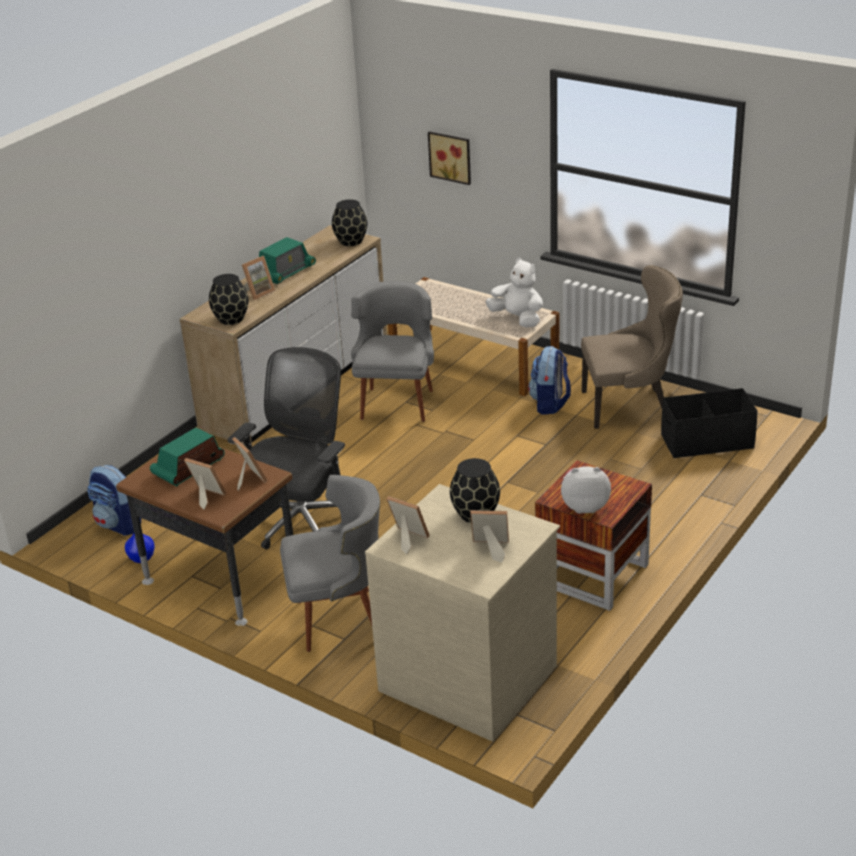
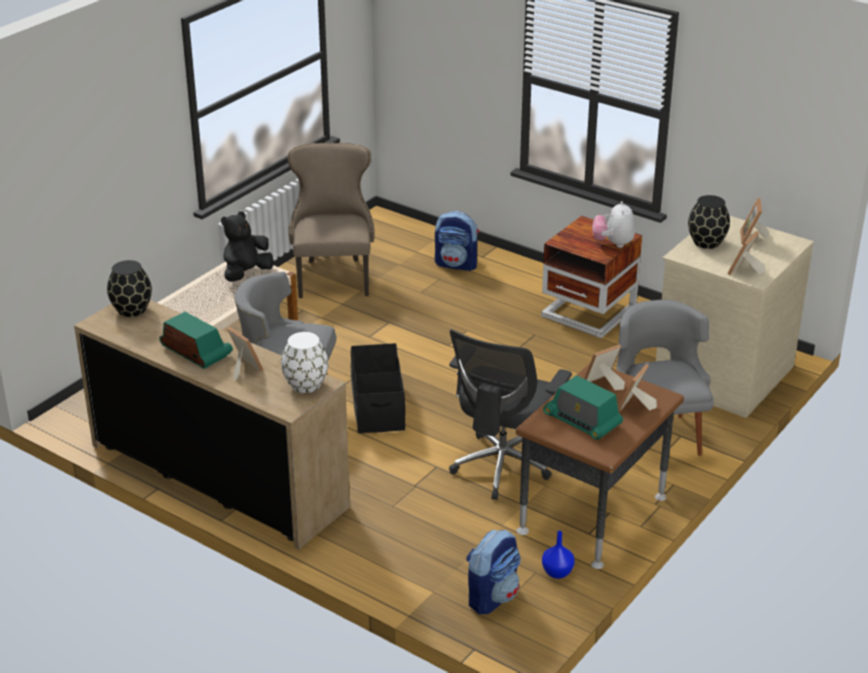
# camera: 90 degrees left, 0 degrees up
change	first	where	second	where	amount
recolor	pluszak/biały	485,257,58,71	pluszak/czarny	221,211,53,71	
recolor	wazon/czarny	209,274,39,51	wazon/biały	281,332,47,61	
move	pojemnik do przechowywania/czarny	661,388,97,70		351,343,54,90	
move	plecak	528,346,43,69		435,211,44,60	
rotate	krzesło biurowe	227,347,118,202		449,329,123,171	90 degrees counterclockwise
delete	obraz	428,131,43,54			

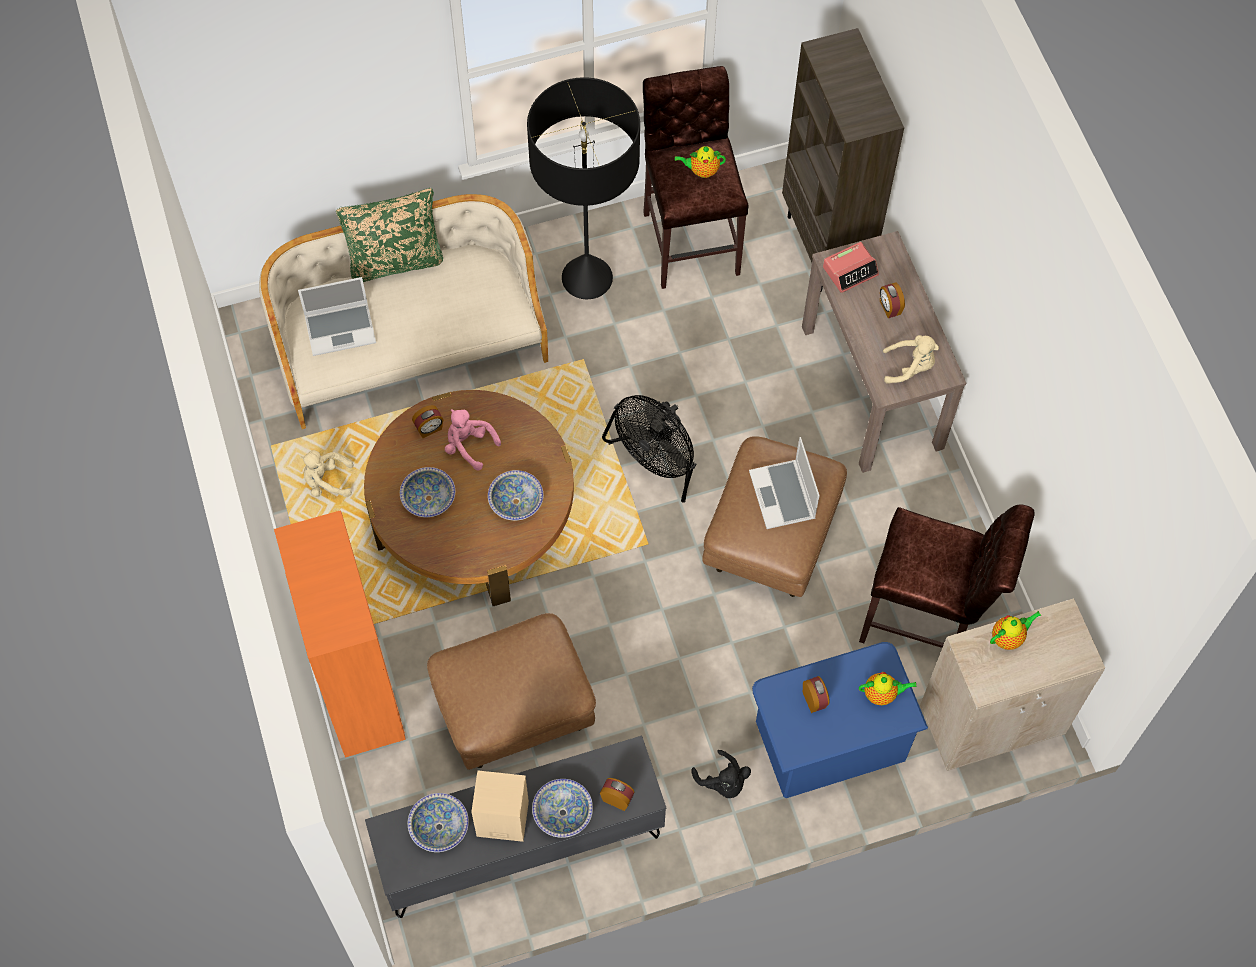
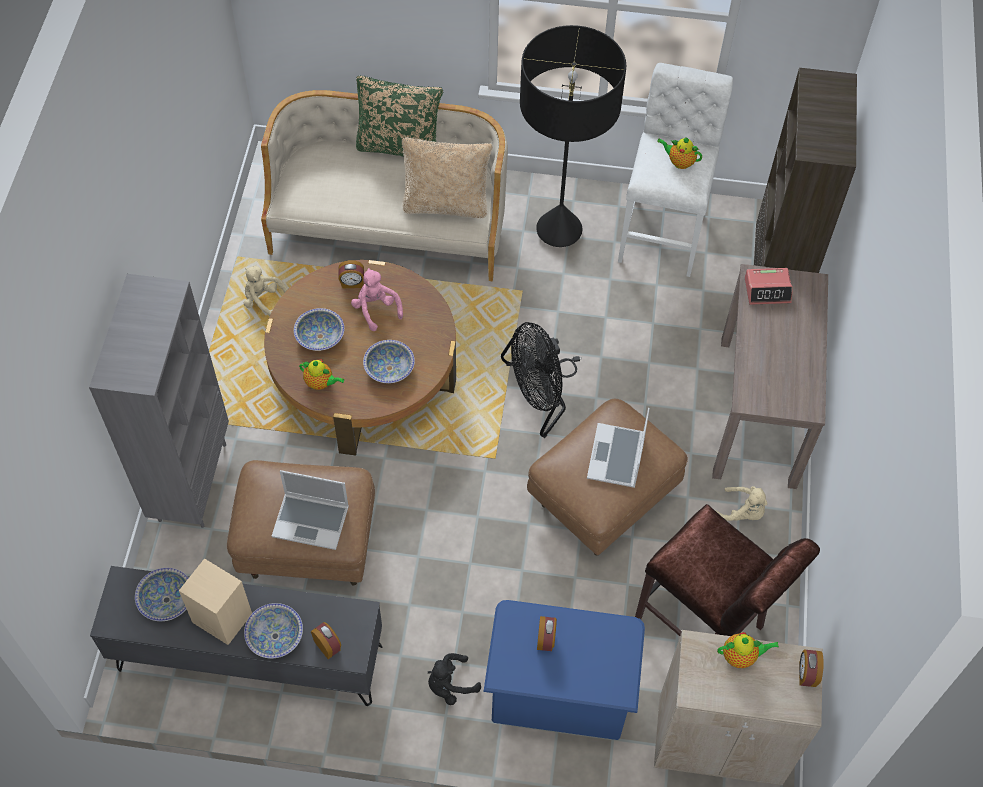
# camera: 25 degrees right, 5 degrees down
change	first	where	second	where	amount
recolor	regał/pomarańczowy	274,511,132,247	regał/szary	89,274,140,254	
move	laptop	298,277,78,79		272,470,77,80	
move	imbryk	859,672,58,33		299,359,45,31	
insert			poduszka/beżowy	402,138,91,81	
rotate	pluszak/czarny	691,750,60,48		428,653,53,52	75 degrees clockwise
recolor	stołek/brązowy	643,66,106,223	stołek/biały	618,63,115,214	
move	pluszak/beżowy	883,335,56,49		716,486,52,35	
move	budzik	880,283,25,35		799,650,25,37	

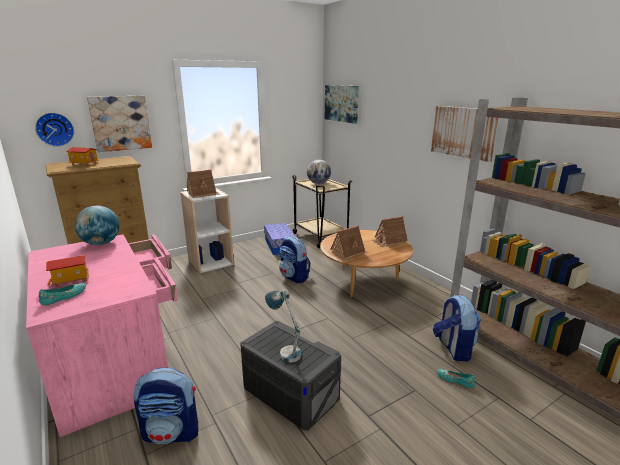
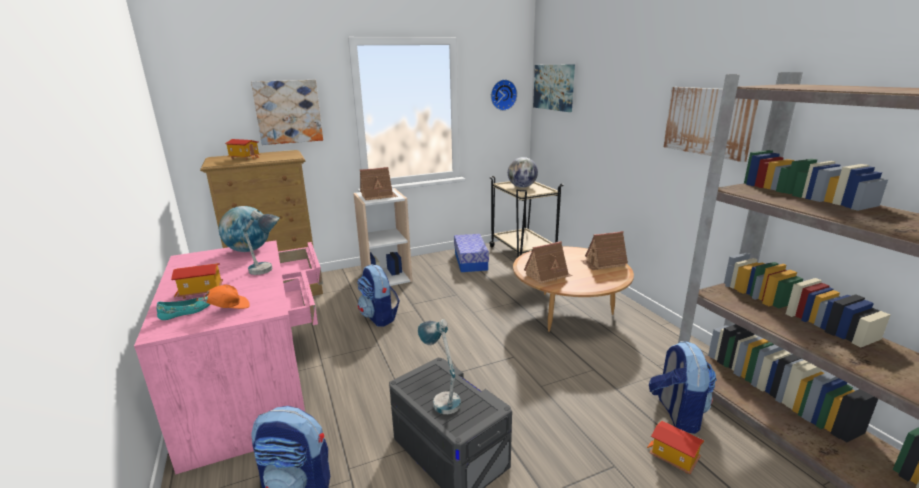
# camera: 10 degrees right, 0 degrees up
change	first	where	second	where	amount
insert			czapka z daszkiem/pomarańczowy	196,285,54,24	
insert			lampa stołowa	243,210,37,65	
move	plecak	279,236,31,47		357,264,43,63	
move	zegar ścienny	35,113,39,34		491,79,26,32	
replace	but/turkusowy	437,369,38,19	domek	647,421,57,53	

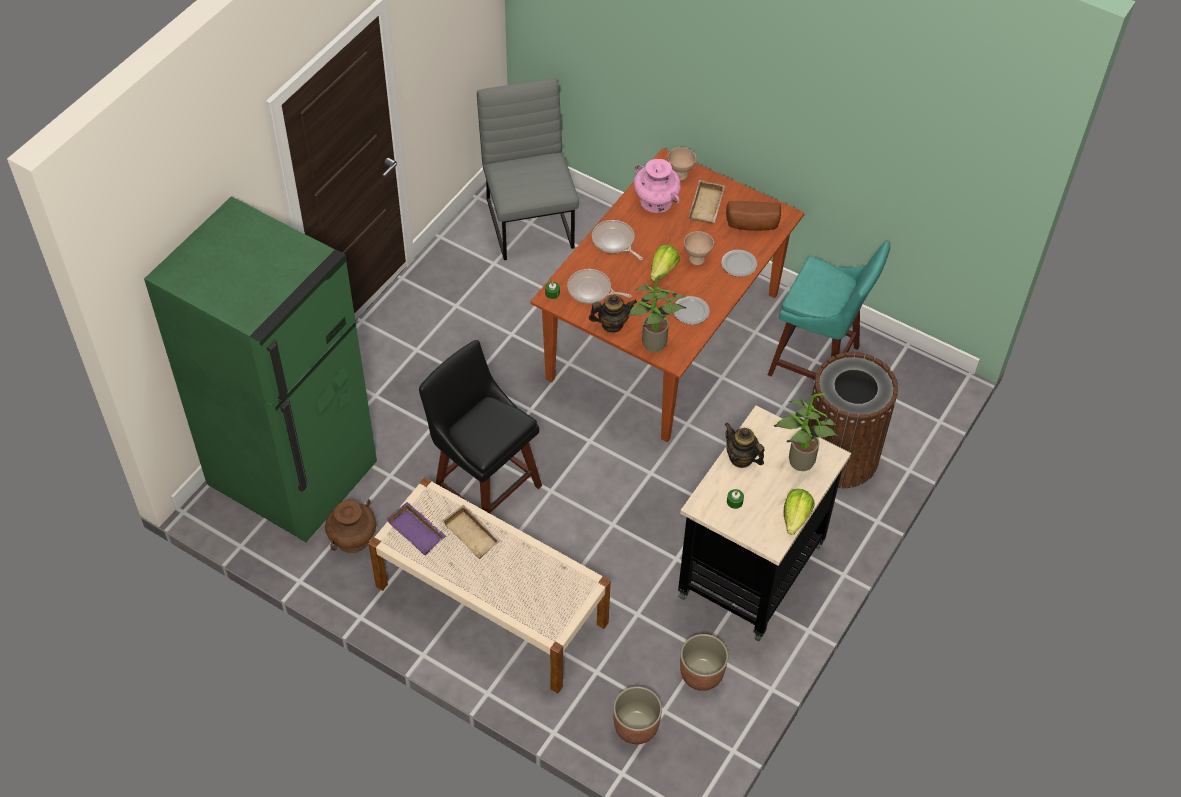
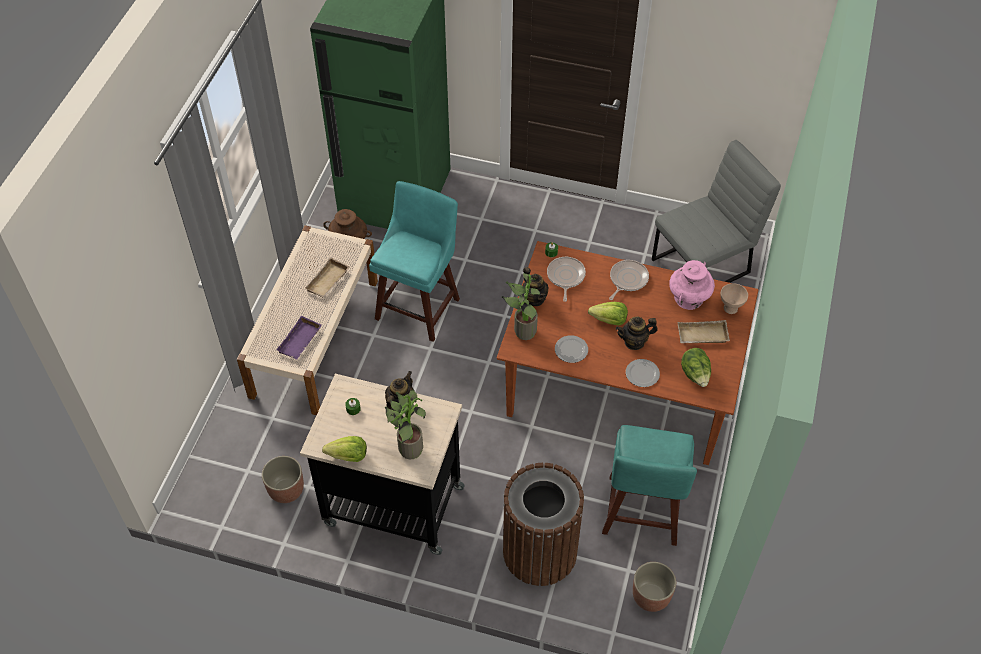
# camera: 75 degrees right, 0 degrees up
change	first	where	second	where	amount
move	taca/fioletowy	385,502,61,53		276,316,46,43	
recolor	krzesło/czarny	419,340,123,173	krzesło/turkusowy	369,181,91,161	
replace	miska/beżowy	684,231,30,34	imbryk	616,316,42,34	
move	donica	613,686,49,58		633,562,43,50	
replace	chleb	726,201,55,30	sałata	681,348,30,39	

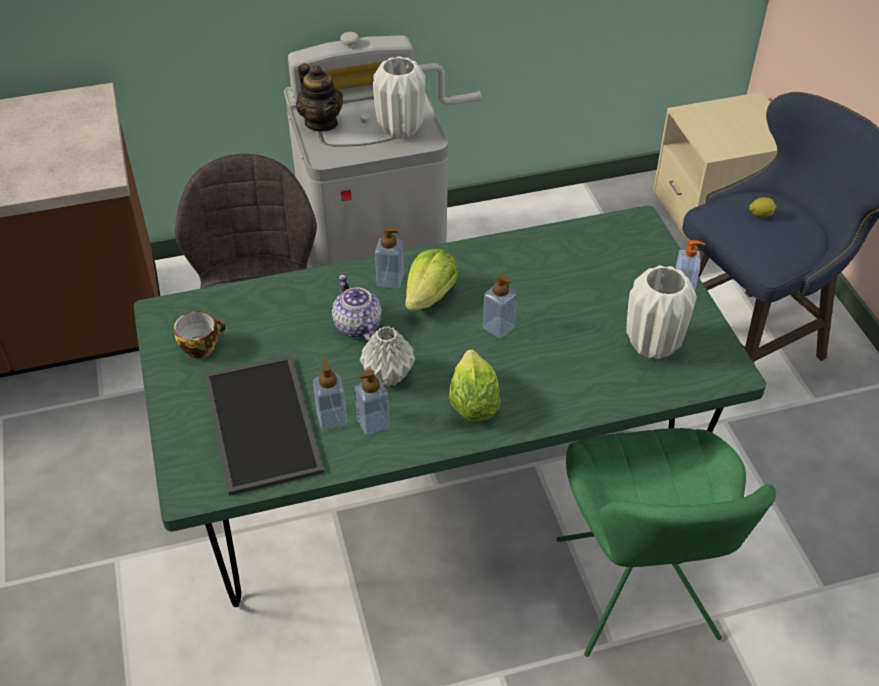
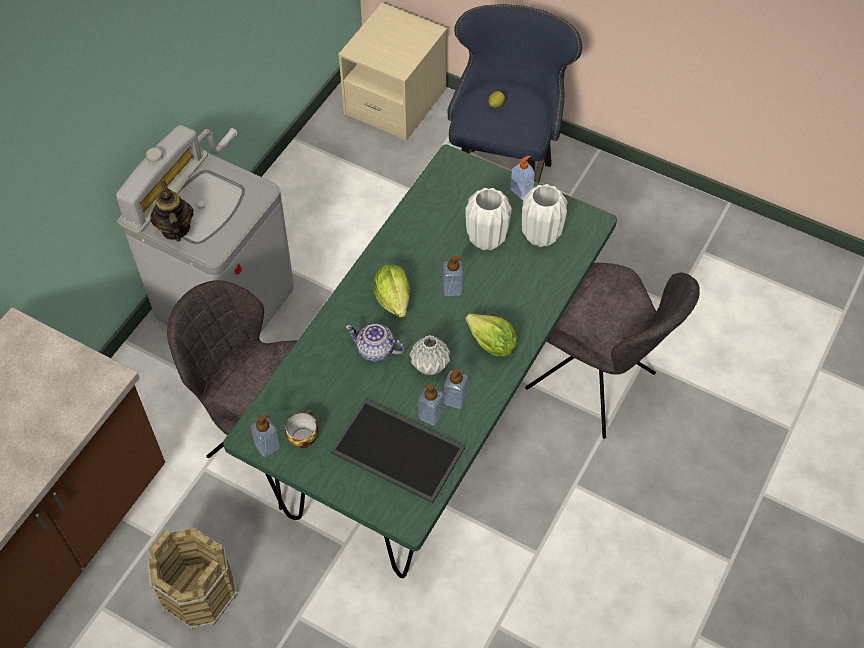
# camera: 45 degrees left, 10 degrees up
change	first	where	second	where	amount
insert			wiadro/brązowy	148,528,89,102	
rotate	imbryk	296,63,47,69		150,180,44,62	120 degrees counterclockwise
move	dozownik mydła	375,227,29,62		250,414,30,43	
move	wazon/biały	373,56,52,83		465,188,47,62	
recolor	krzesło/zielony	556,428,220,229	krzesło/szary	525,263,175,176	

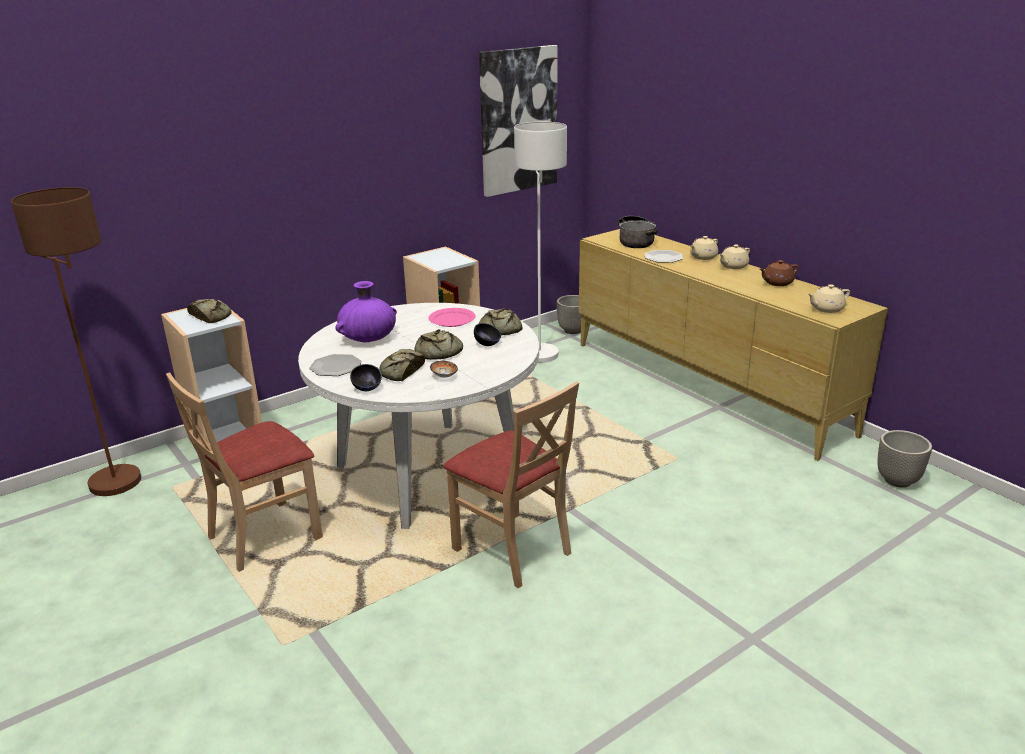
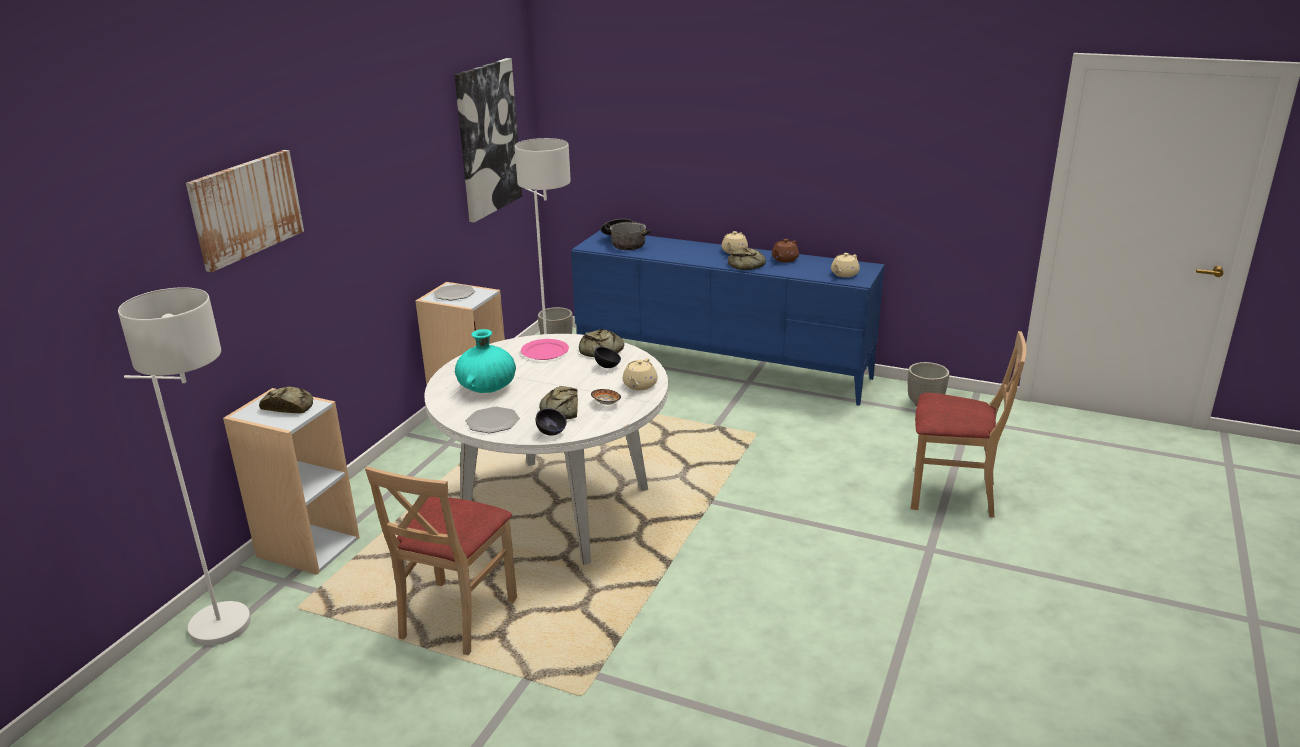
# camera: 30 degrees left, 0 degrees up
change	first	where	second	where	amount
recolor	lampa stojąca/brązowy	11,187,130,309	lampa stojąca/biały	118,287,133,359	
insert			obraz	186,150,118,122	
move	talerz	645,250,38,13		433,284,42,16	
recolor	wazon/fioletowy	335,281,62,61	wazon/turkusowy	455,329,61,64	
recolor	szafka/beżowy	579,229,309,232	szafka/niebieski	571,230,314,176	
move	imbryk/beżowy	690,236,28,24		623,358,35,32	
move	chleb	415,329,48,31		728,248,38,22	
move	krzesło/beżowy	444,381,135,207		911,331,115,187	

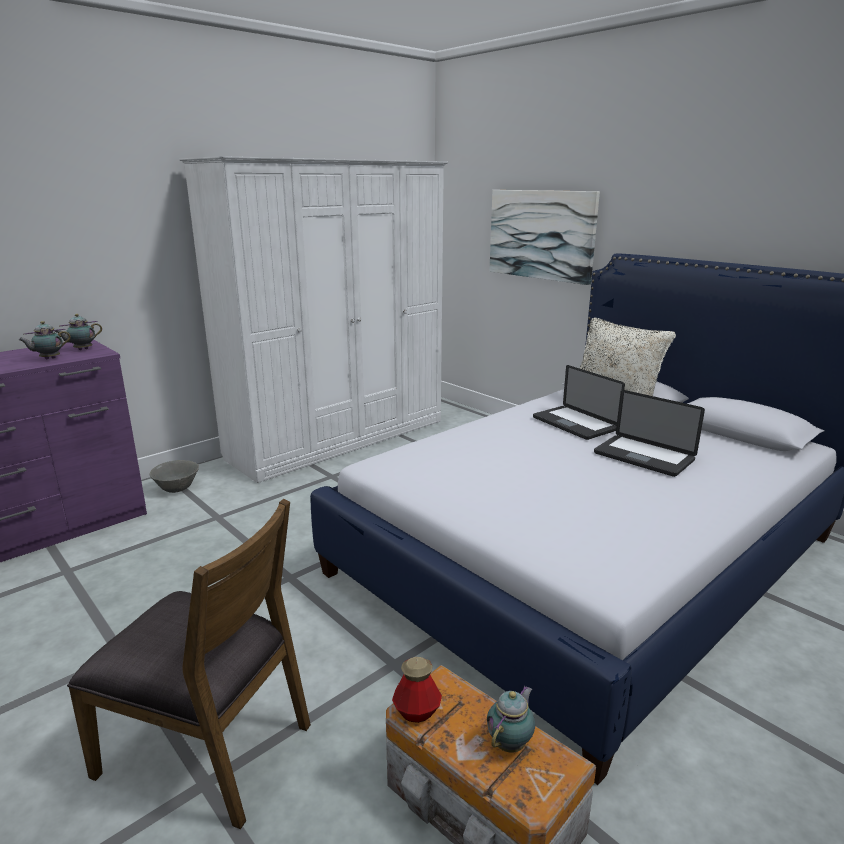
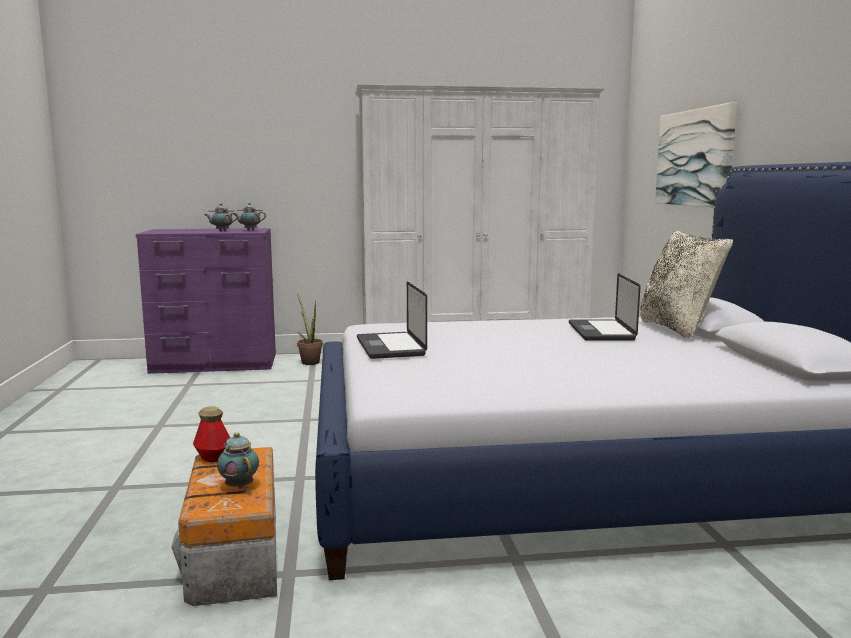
# camera: 35 degrees right, 10 degrees down
change	first	where	second	where	amount
rotate	imbryk	487,685,48,68		217,432,42,57	105 degrees counterclockwise
replace	miska/szary	150,460,49,33	roślina doniczkowa	297,294,26,71	
move	laptop	594,390,111,87		357,281,70,78	
delete	krzesło/brązowy	67,499,244,330			

